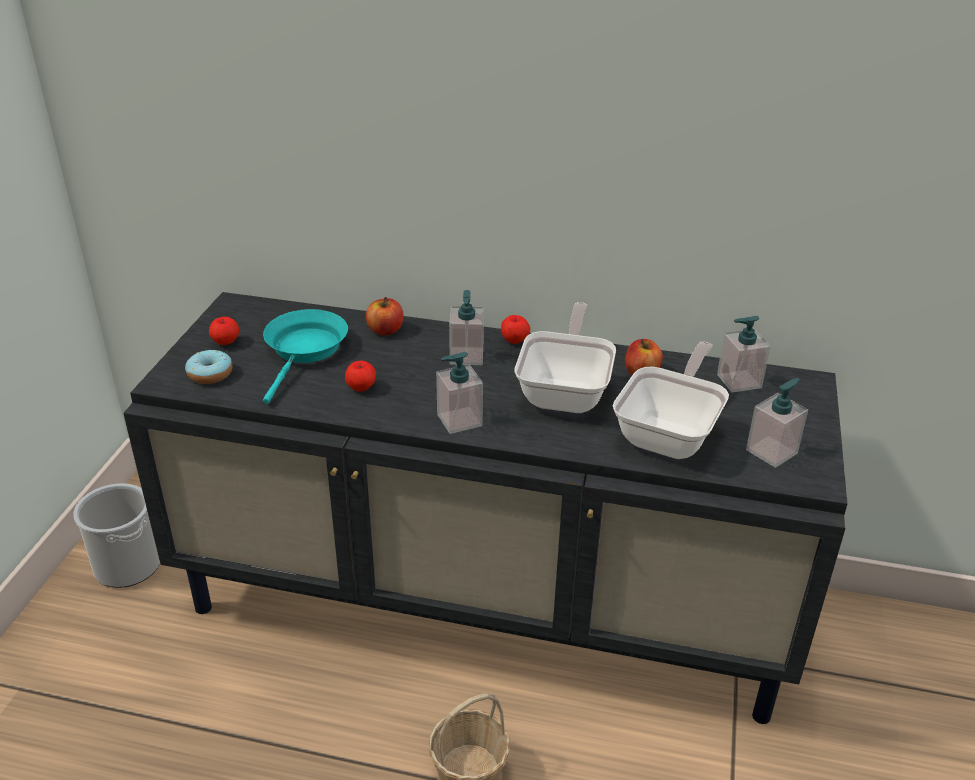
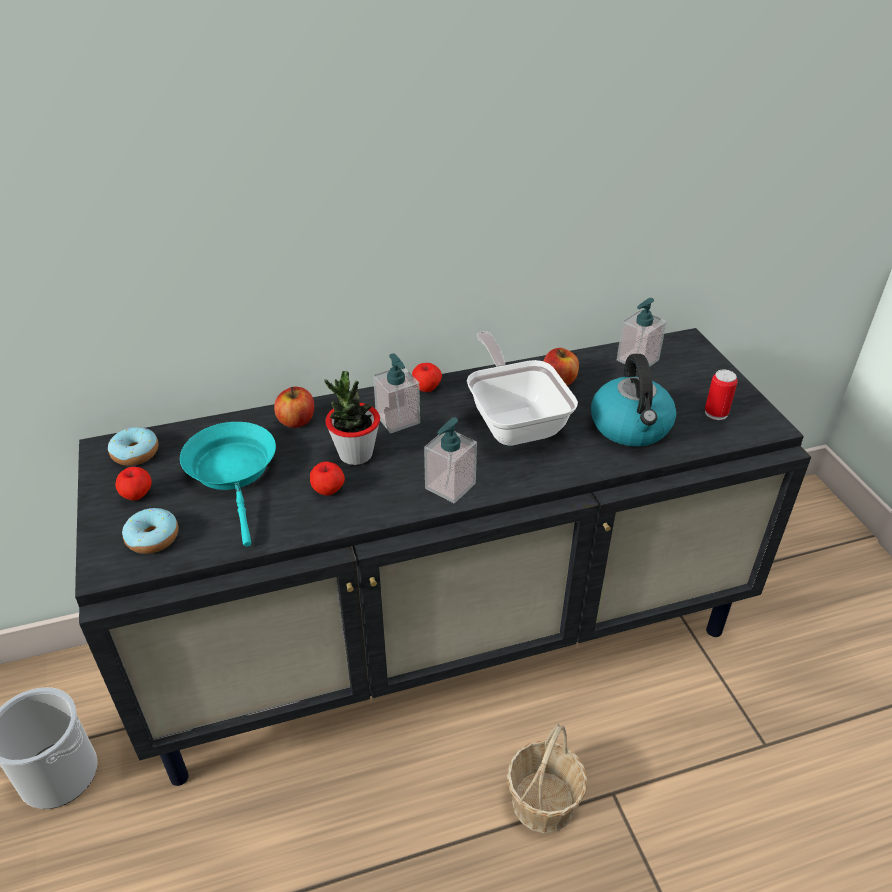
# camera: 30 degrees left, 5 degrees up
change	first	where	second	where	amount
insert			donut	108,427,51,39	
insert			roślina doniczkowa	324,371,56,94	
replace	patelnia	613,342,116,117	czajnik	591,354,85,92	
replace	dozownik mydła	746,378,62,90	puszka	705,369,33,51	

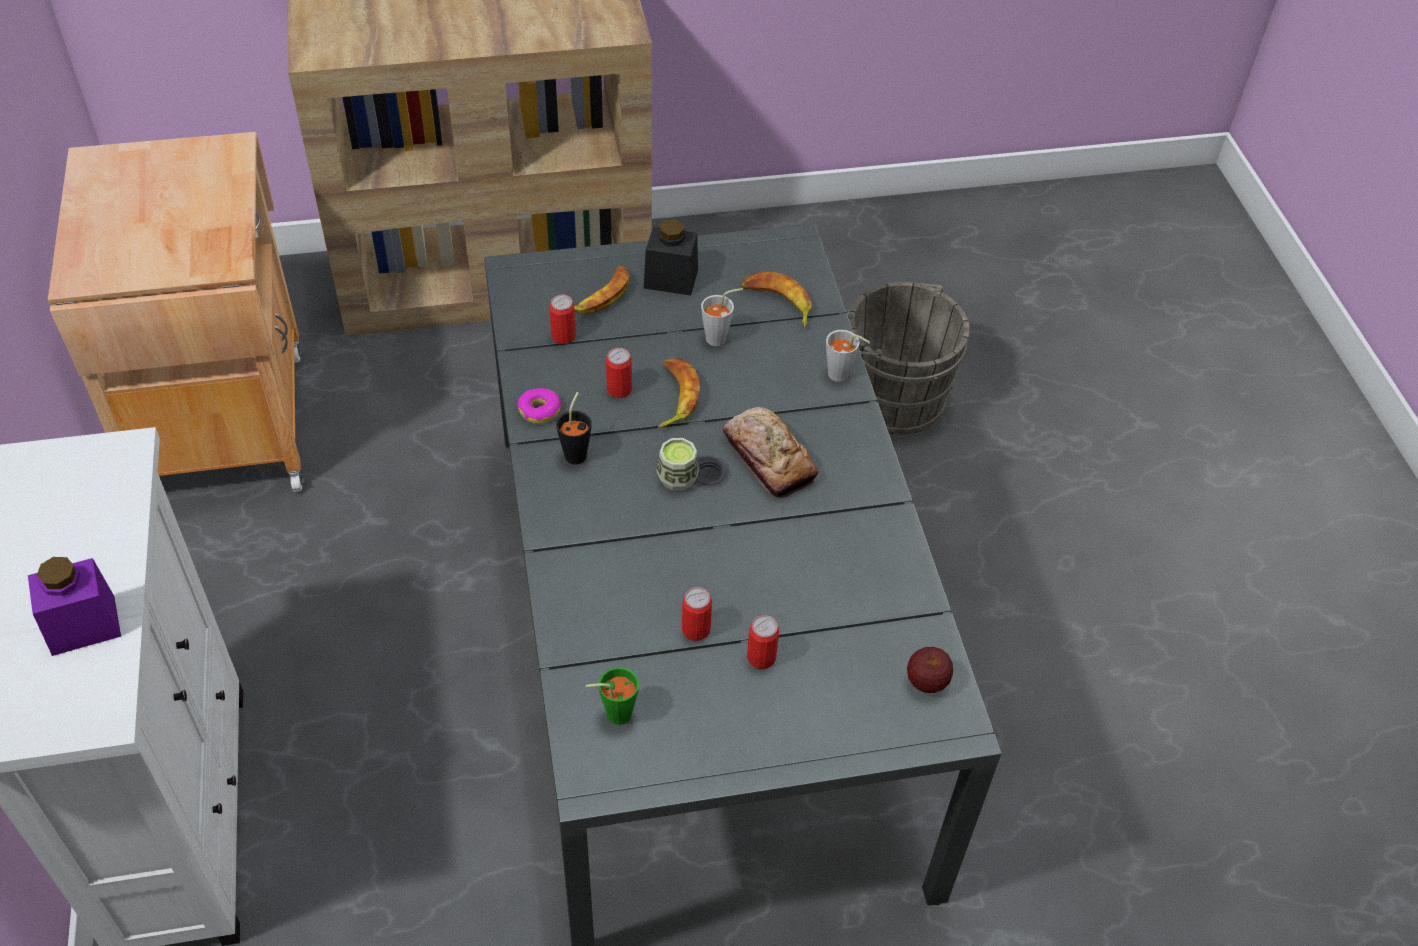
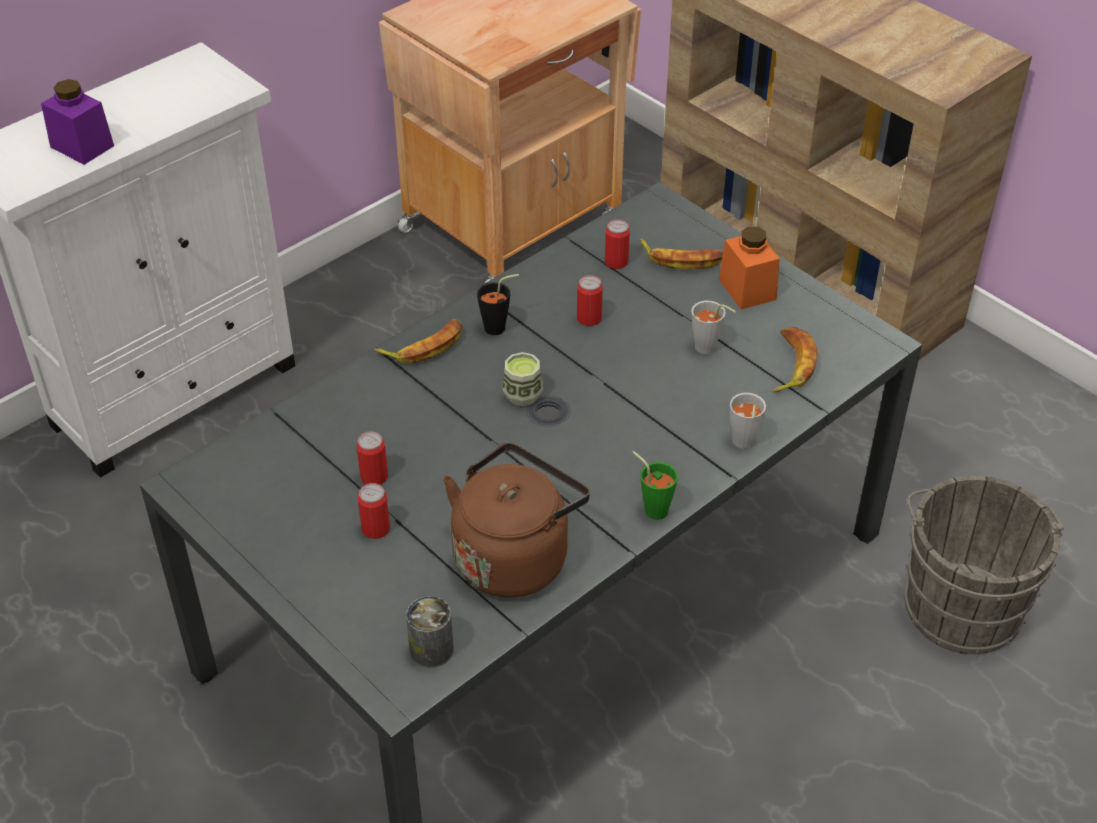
# camera: 60 degrees right, 5 degrees down
change	first	where	second	where	amount
move	banan	658,358,42,71		374,319,89,44	
replace	jabłko	907,647,46,46	puszka	406,596,48,72	
insert			czajnik/brązowy	443,443,147,155	
move	filiżanka/zielony	586,667,53,58		632,451,46,69	
recolor	słoik/czarny	644,219,54,76	słoik/pomarańczowy	719,227,61,82	
delete	donut	518,388,43,36			
delete	chleb	723,407,95,91			

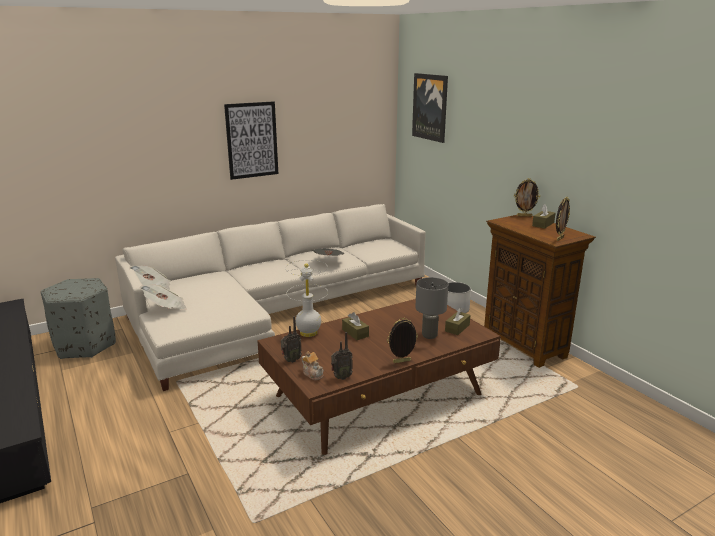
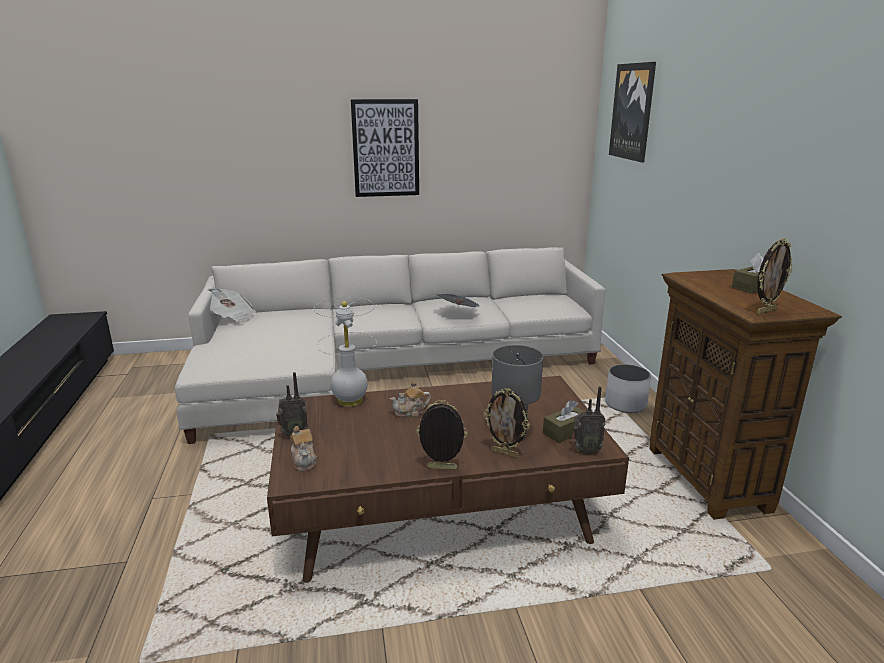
# camera: 20 degrees right, 0 degrees up
change	first	where	second	where	amount
replace	pudełko chusteczek/brązowy	342,312,27,28	imbryk	390,380,41,37	
move	ramka na zdjęcie	514,178,26,39		484,388,46,70	
move	radio	331,332,22,48		572,386,33,68	
delete	pufa/szary	41,278,75,81			
delete	gazeta	140,285,47,25			

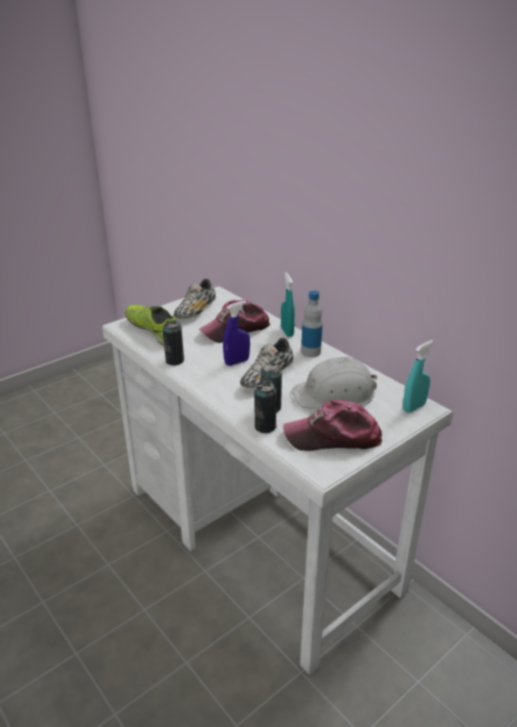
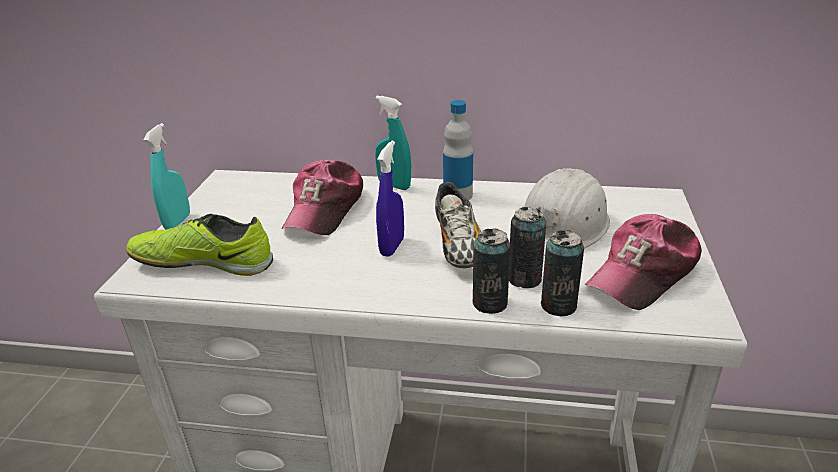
# camera: 40 degrees left, 0 degrees up
change	first	where	second	where	amount
move	spryskiwacz/turkusowy	403,340,31,73		144,123,46,106	
move	puszka	163,320,21,46		472,229,39,85	
delete	but	173,279,43,39			

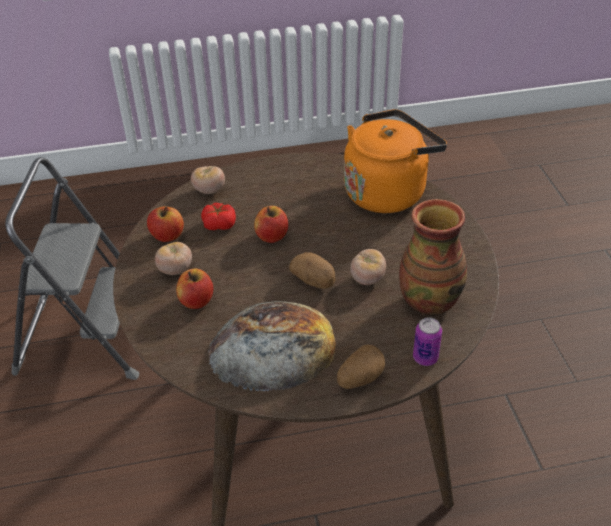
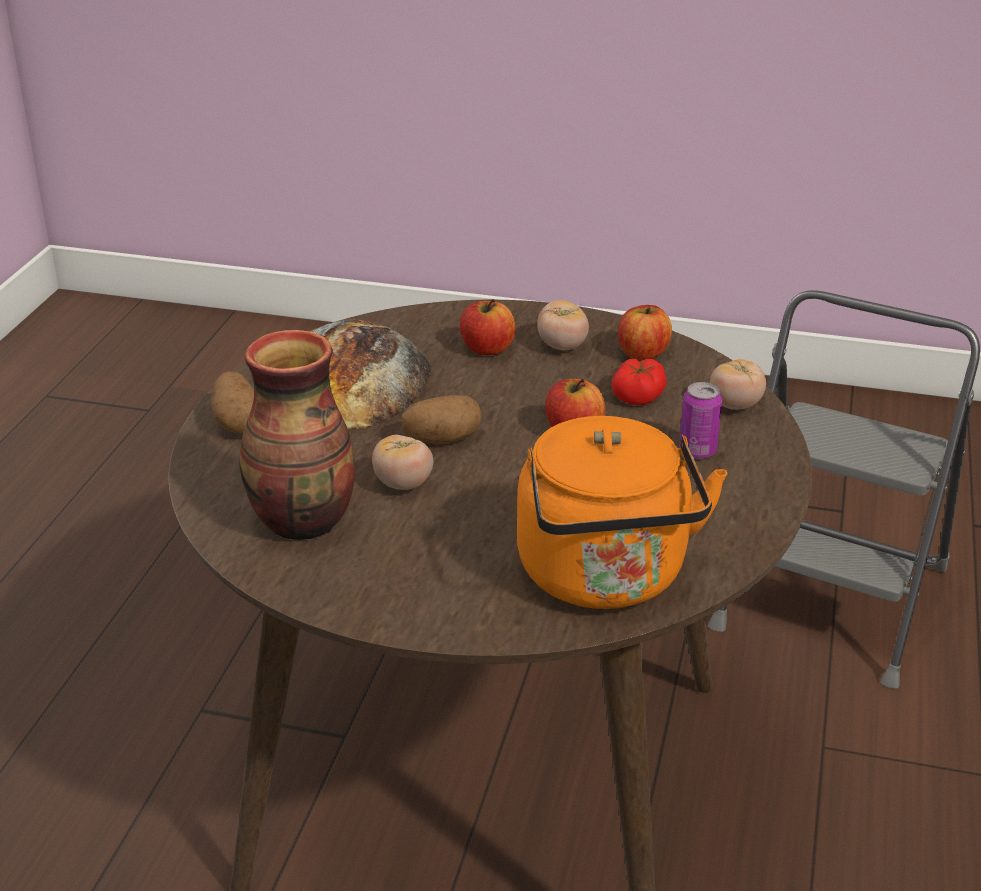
# camera: 115 degrees right, 10 degrees down
change	first	where	second	where	amount
move	puszka	413,318,29,48		679,382,43,77	

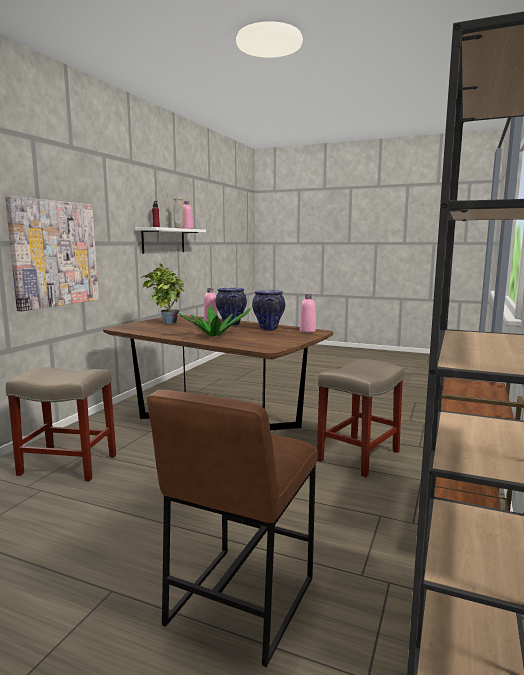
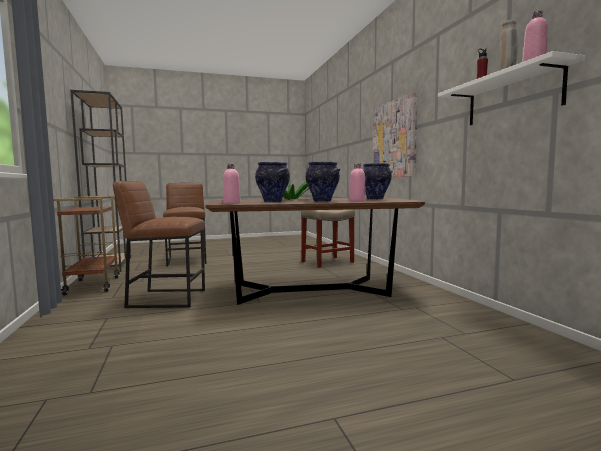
# camera: 140 degrees right, 5 degrees down
change	first	where	second	where	amount
replace	stołek/beżowy	317,359,87,118	krzesło/brązowy	113,181,92,127	
replace	roślina doniczkowa	140,263,44,61	wazon	362,163,31,37	

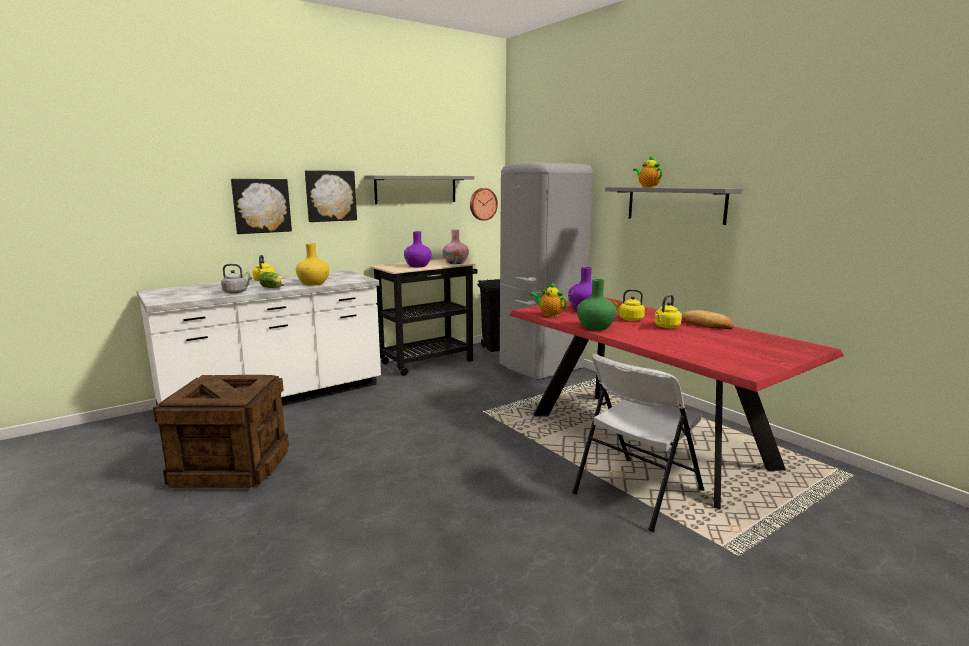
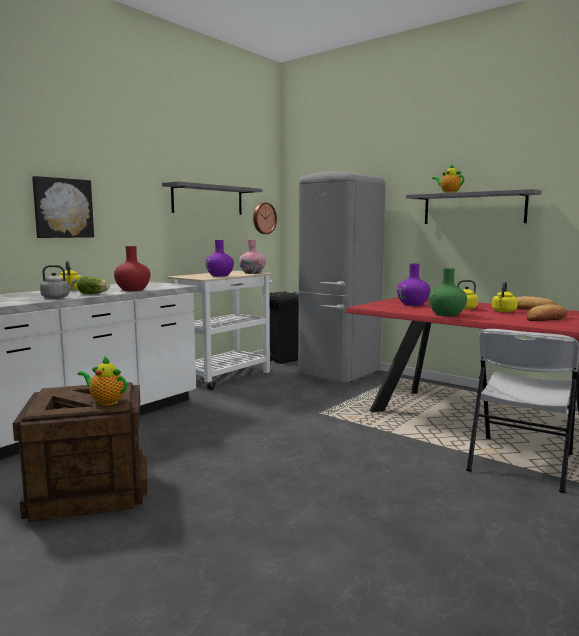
# camera: 15 degrees left, 5 degrees down
change	first	where	second	where	amount
move	imbryk	530,283,37,34		78,356,49,50	
recolor	wazon/żółty	296,243,33,43	wazon/czerwony	114,246,36,45	
recolor	wózek/czarny	370,258,108,118	wózek/biały	167,271,106,119	
insert			chleb	526,304,41,17	
delete	obraz	305,170,52,52			

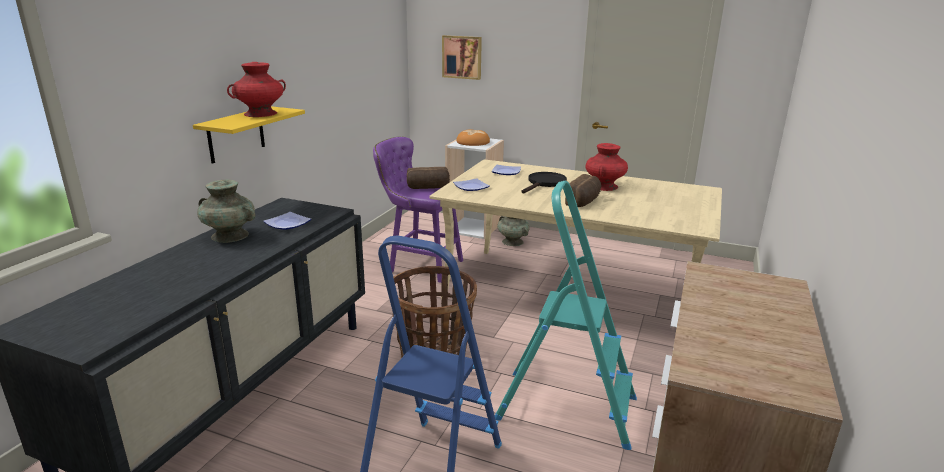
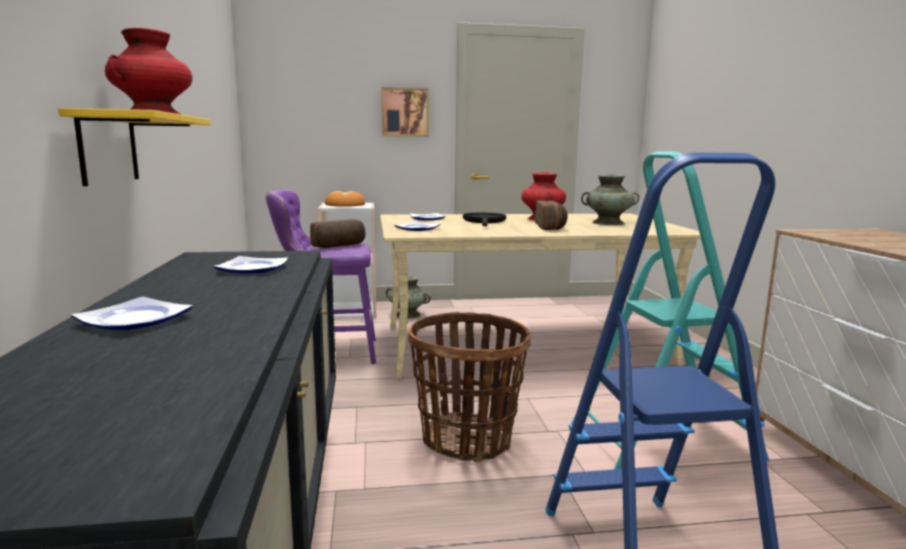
# camera: 30 degrees left, 10 degrees down
change	first	where	second	where	amount
insert			talerz	71,297,122,33	
move	obraz	442,35,40,45		382,87,47,50	
move	wazon/turkusowy	197,180,58,63		581,173,58,52	

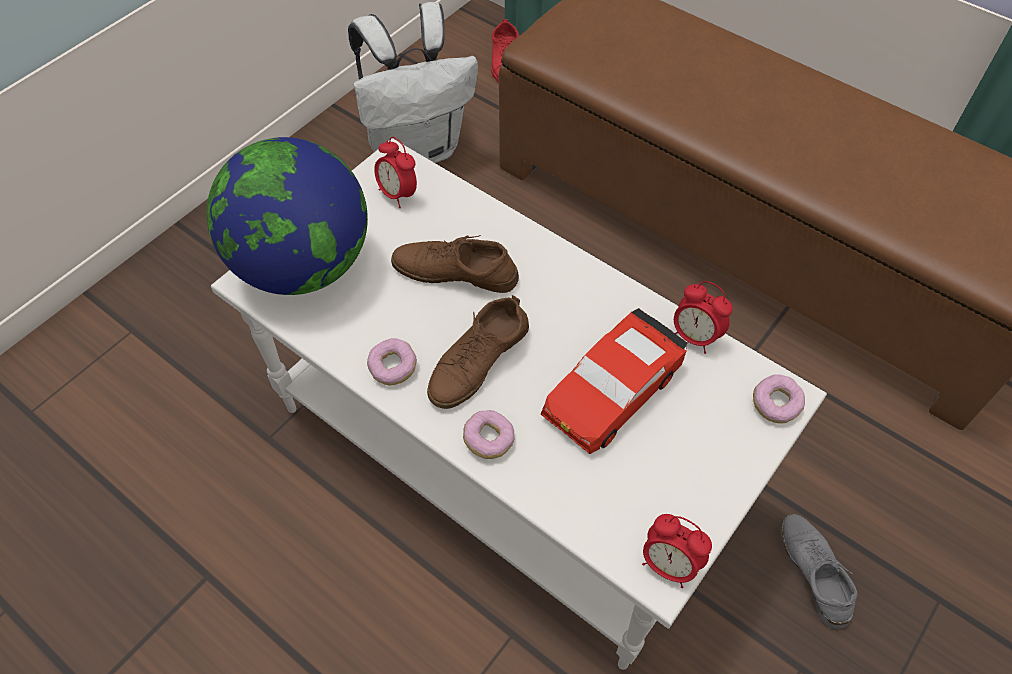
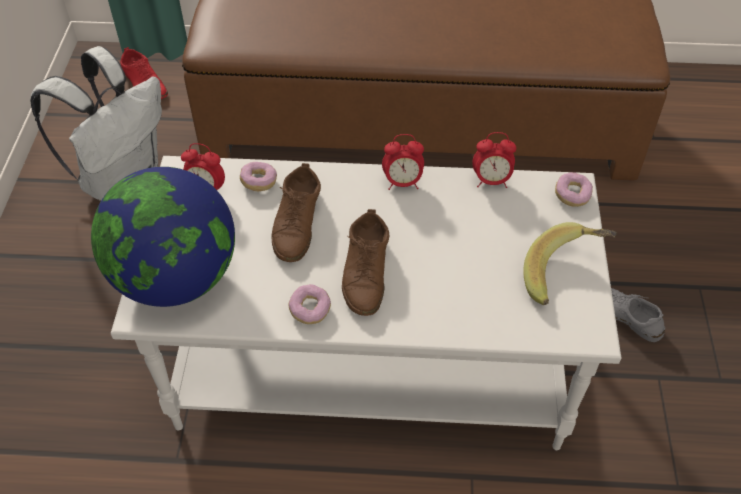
# camera: 35 degrees left, 5 degrees down
change	first	where	second	where	amount
move	donut	463,410,51,49		240,162,37,29	
rotate	but/brązowy	391,235,128,58		272,163,49,99	60 degrees counterclockwise
move	budzik	642,514,70,74		382,134,42,56	
insert			banan	523,222,94,83	
delete	samochodzik/czerwony	541,308,146,146			

